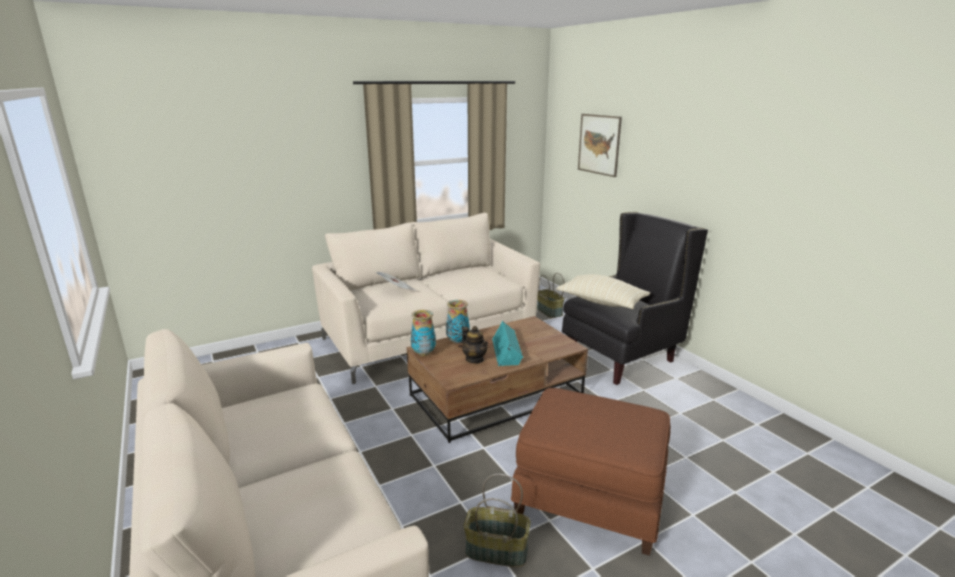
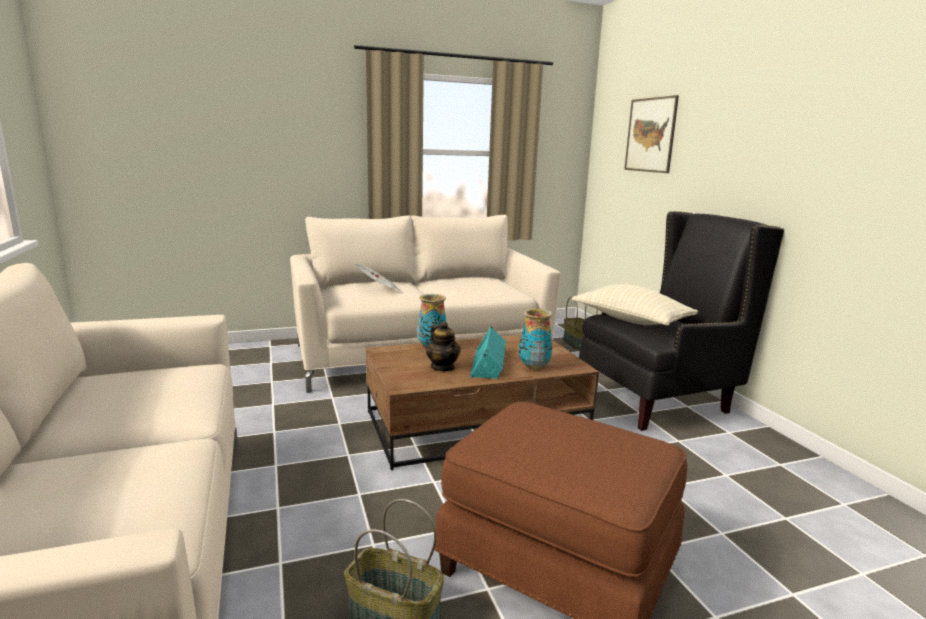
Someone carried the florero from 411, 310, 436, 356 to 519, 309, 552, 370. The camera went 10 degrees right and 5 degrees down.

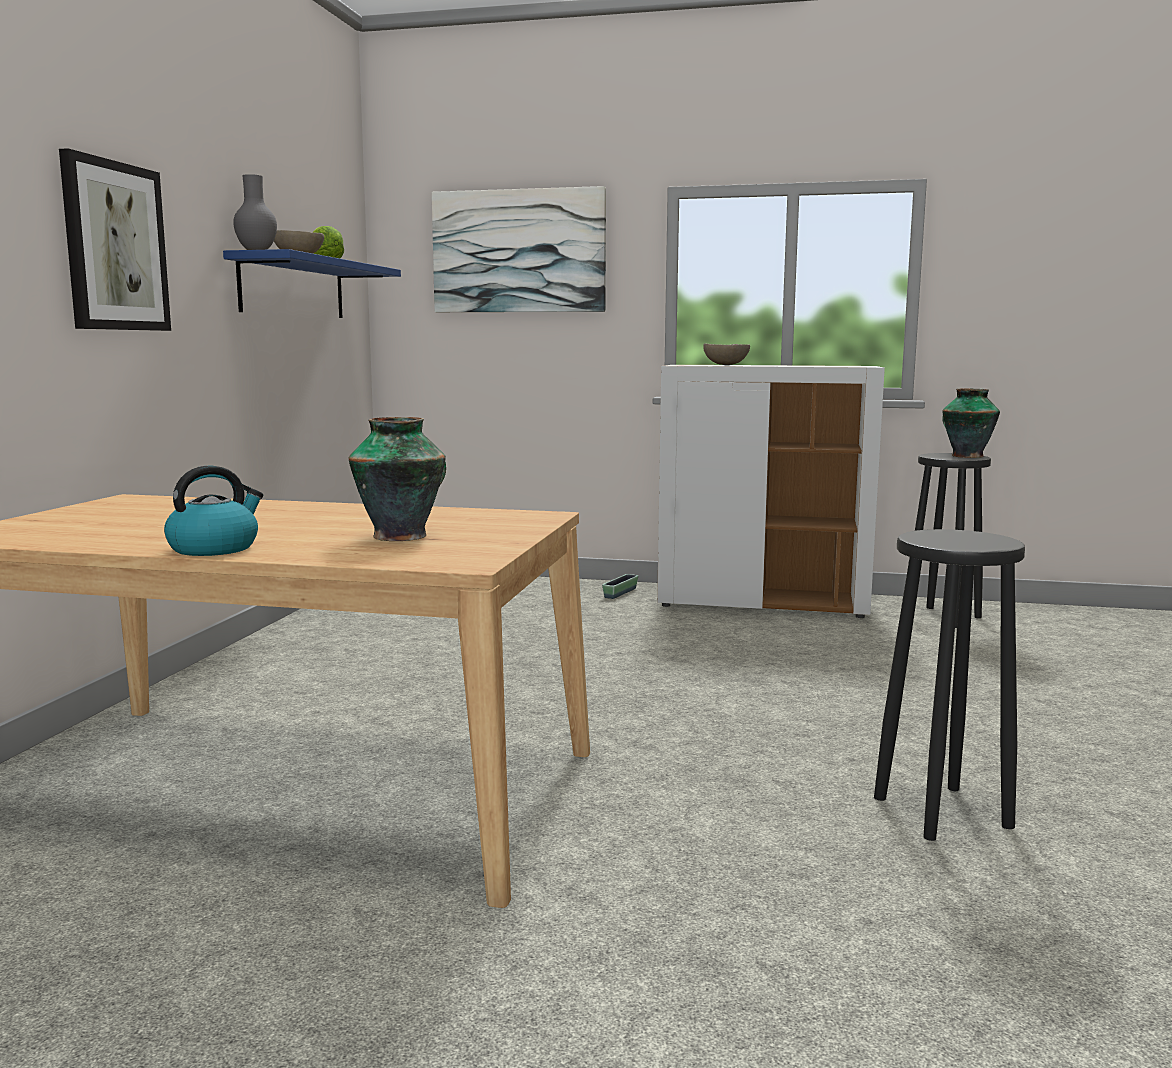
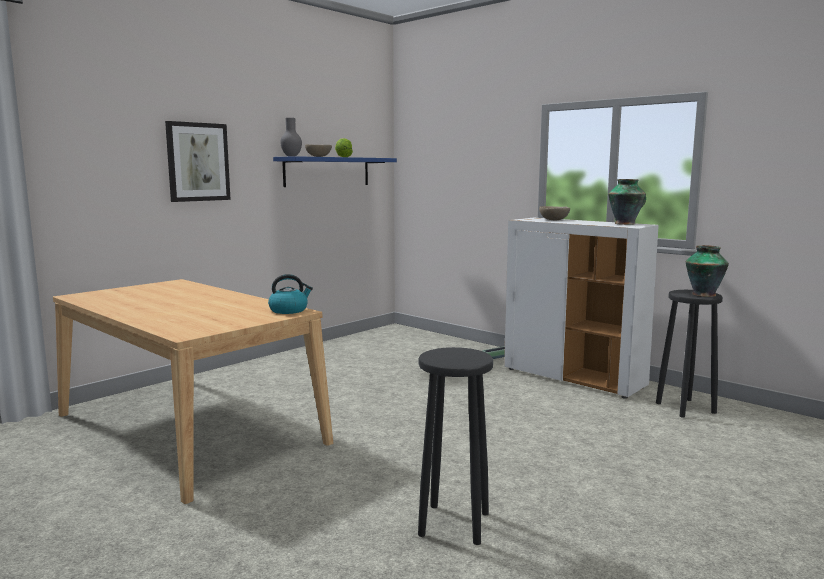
Someone took away the cuadro at 432, 186, 606, 312. Someone carried the florero from 349, 417, 446, 541 to 608, 179, 646, 225. Someone carried the hervidor from 164, 466, 263, 556 to 268, 274, 313, 314. The camera went 30 degrees right and 0 degrees up.

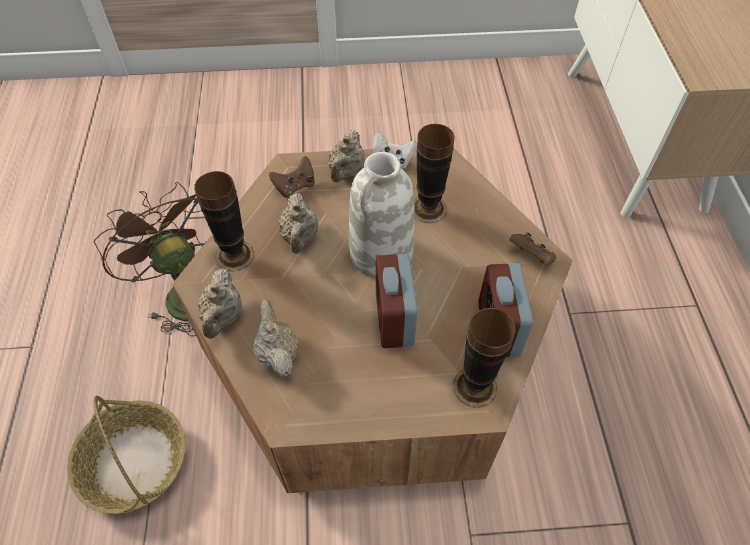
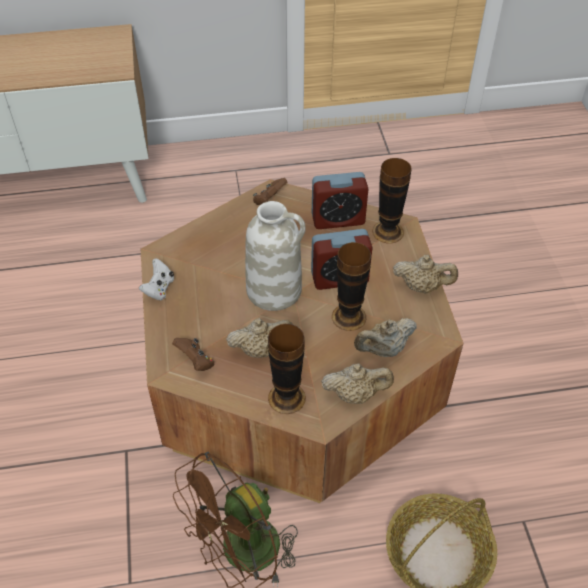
Someone carried the florero from 414, 124, 455, 223 to 332, 242, 371, 331. Someone carried the tetera [beis] from 328, 130, 365, 182 to 393, 255, 458, 294. The camera went 95 degrees left and 5 degrees down.

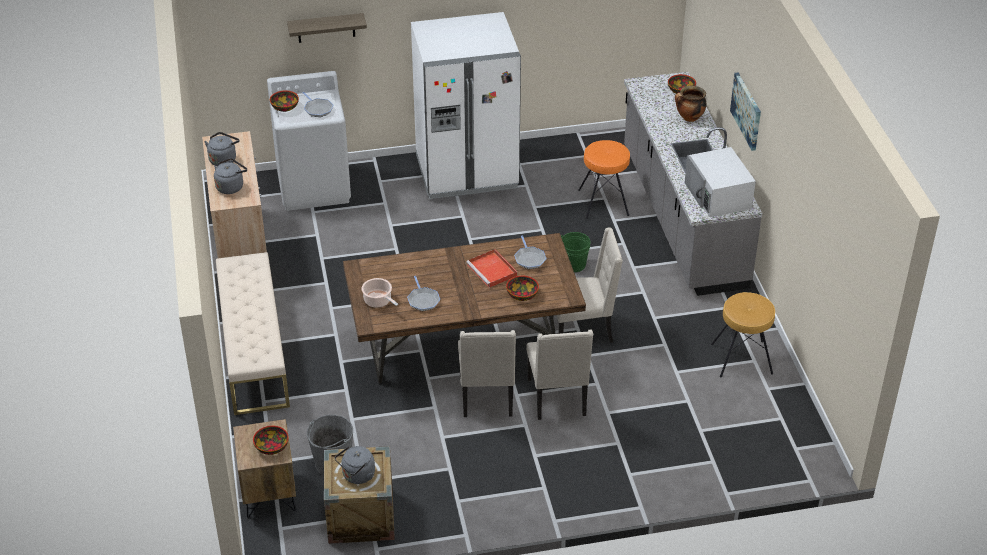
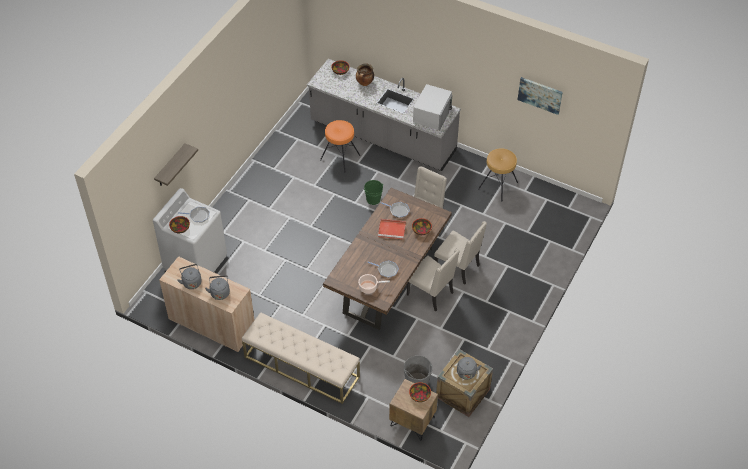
Someone took away the nevera [blanco] at 411, 12, 521, 199. Someone carried the cuadro from 730, 72, 761, 151 to 518, 77, 563, 115. Someone rotated the microondas [blanco] at 685, 147, 756, 217 by 90 degrees counterclockwise. The camera went 50 degrees left and 10 degrees up.

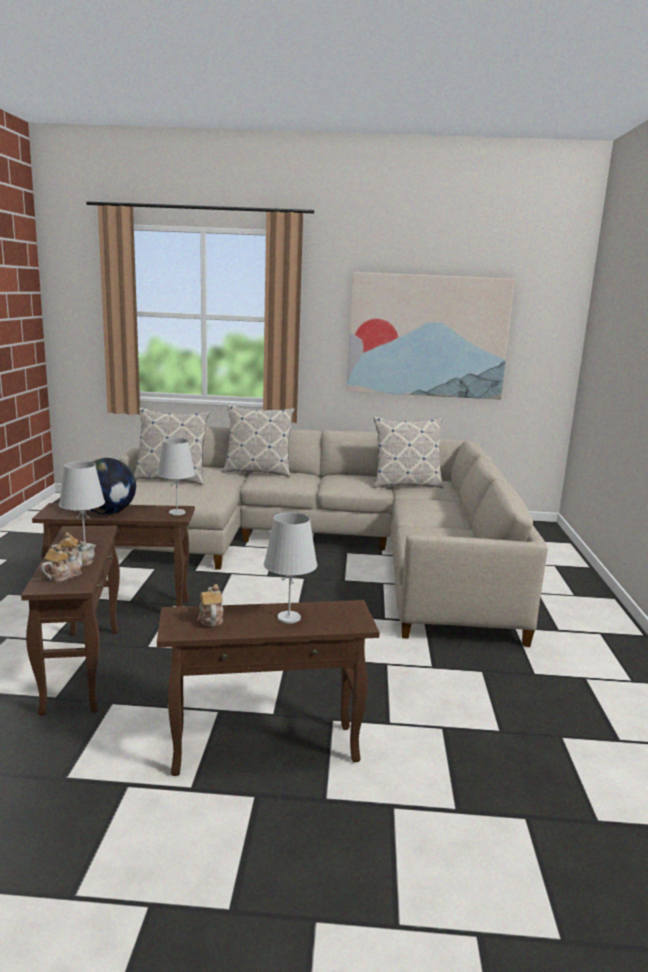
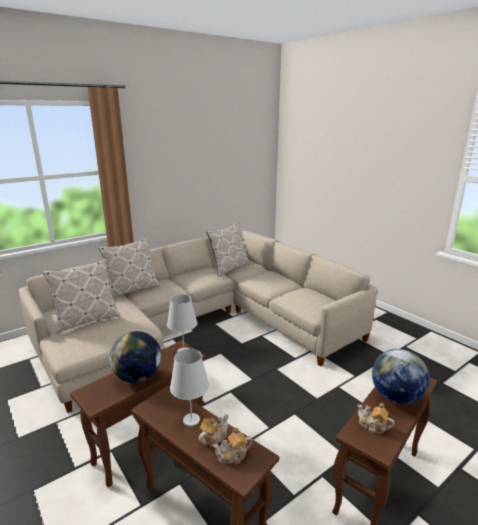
Someone took away the cuadro at 347, 272, 515, 400. Someone swapped the lámpara de mesa [blanco] at 264, 512, 317, 623 for the globo terráqueo at 372, 349, 430, 405. Someone rotated the tetera at 41, 545, 84, 582 by 105 degrees counterclockwise. The camera went 40 degrees left and 5 degrees up.

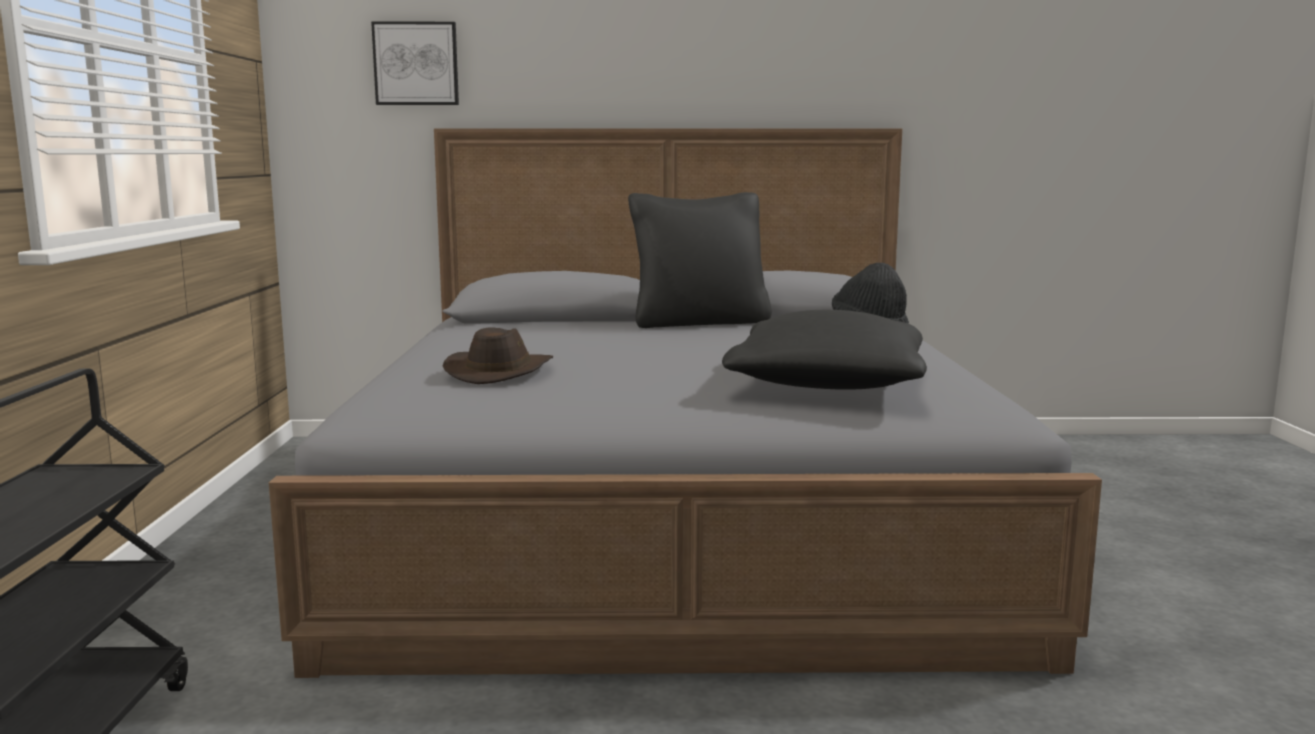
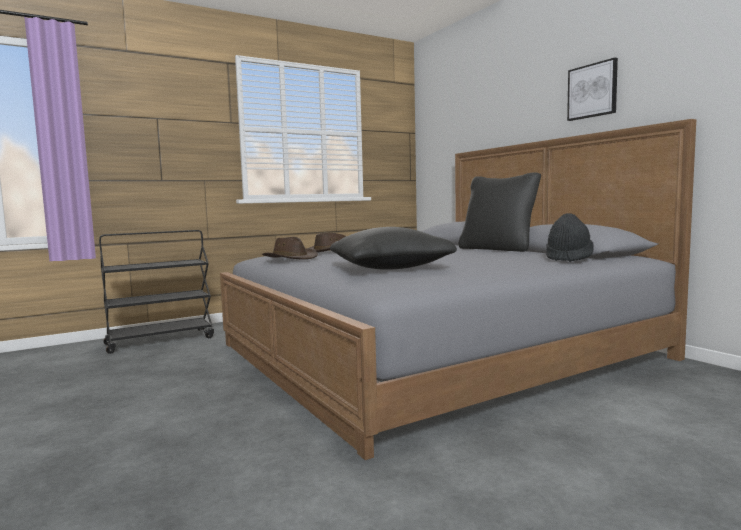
Someone carried the cuadro from 371, 22, 459, 105 to 567, 58, 618, 121. Someone put down the sombrero [marrón] at 262, 237, 318, 260. The camera went 60 degrees right and 5 degrees down.

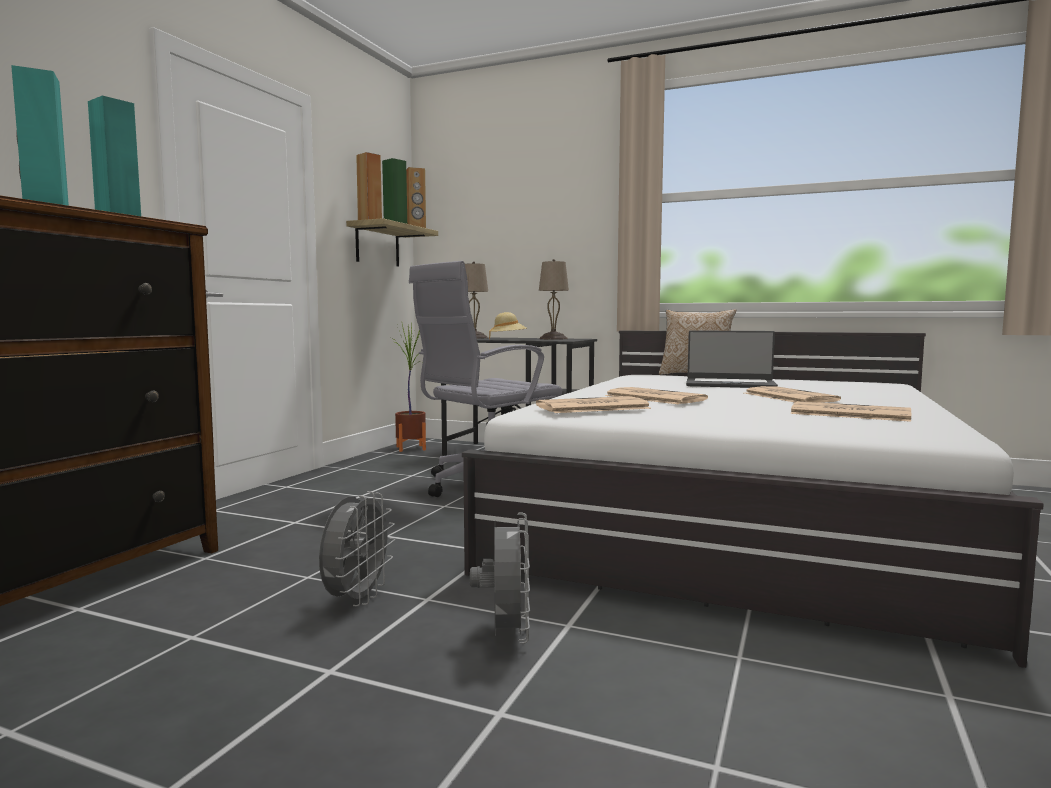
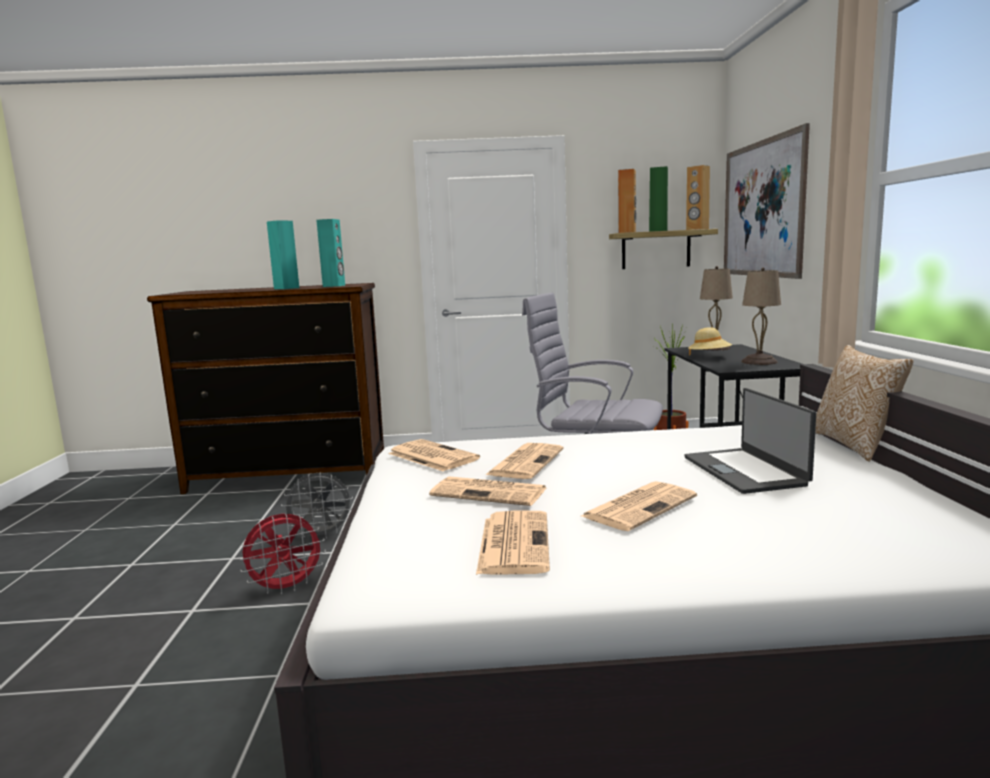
Someone repainted the ventilador [gris] at 470, 513, 530, 644, which became the ventilador [rojo] at 239, 514, 326, 595. Someone put up the cuadro at 724, 123, 810, 279. Someone put down the periódico at 429, 476, 546, 506. The camera went 65 degrees right and 5 degrees up.

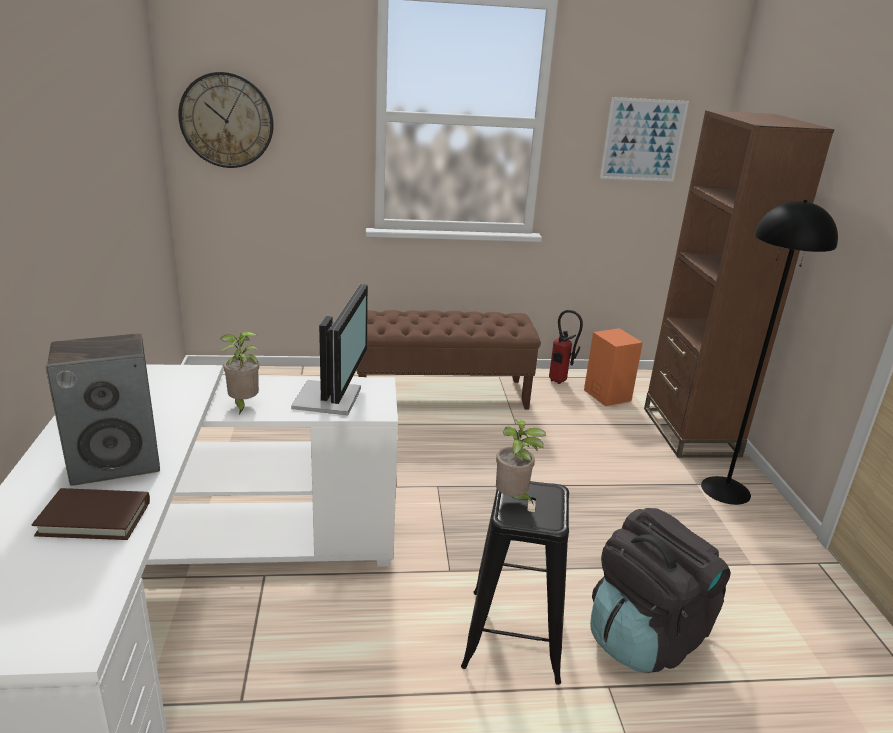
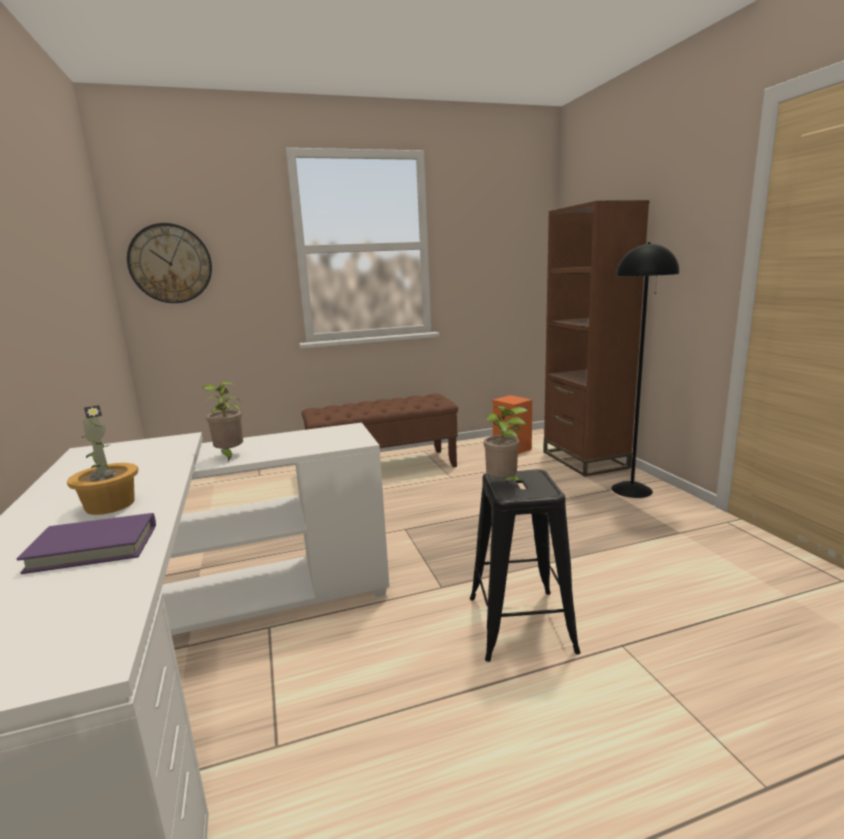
Someone took away the cuadro at 600, 97, 689, 181. Someone took away the monitor at 291, 284, 368, 415. Someone took away the extintor at 549, 310, 583, 384. Someone swapped the altavoz at 46, 333, 160, 486 for the planta en maceta at 67, 405, 138, 515. Someone repainted the libro [marrón] at 32, 488, 150, 540, which became the libro [morado] at 17, 513, 156, 574. Someone took away the mochila [negro] at 590, 508, 731, 673. The camera went 10 degrees left and 10 degrees down.

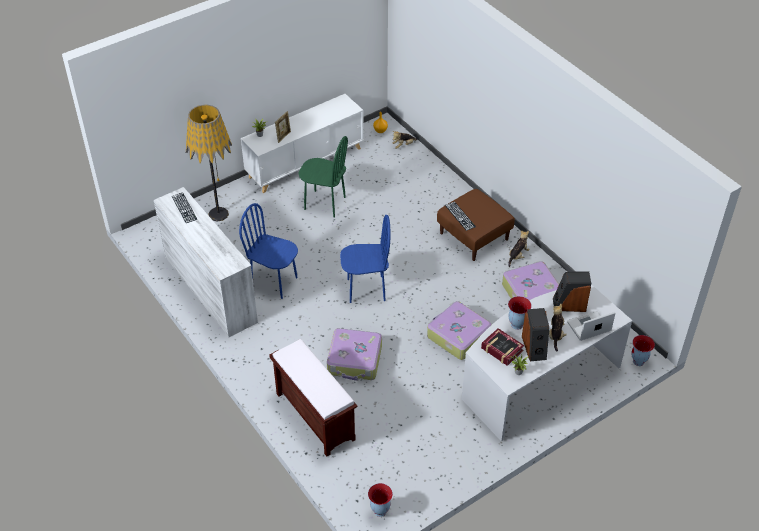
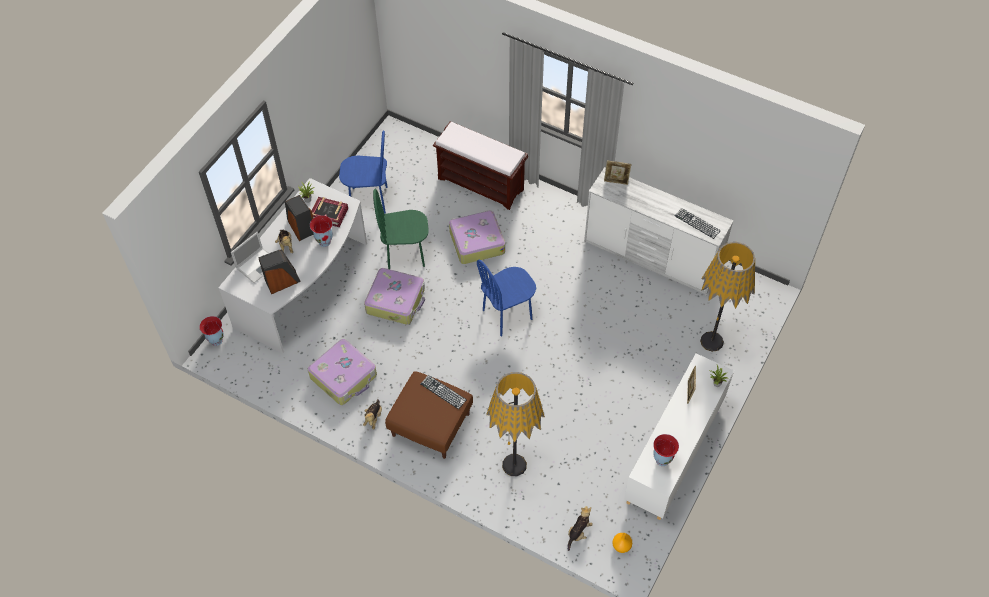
Someone carried the silla [verde] from 299, 136, 348, 218 to 373, 189, 429, 269. Someone carried the silla [azul] from 239, 203, 298, 299 to 339, 130, 388, 213. Someone carried the florero from 368, 483, 393, 517 to 653, 434, 679, 466. Someone put down the portarretratos at 604, 160, 631, 185. Someone put down the lámpara de pie at 486, 372, 545, 476. The camera went 155 degrees right and 10 degrees up.

